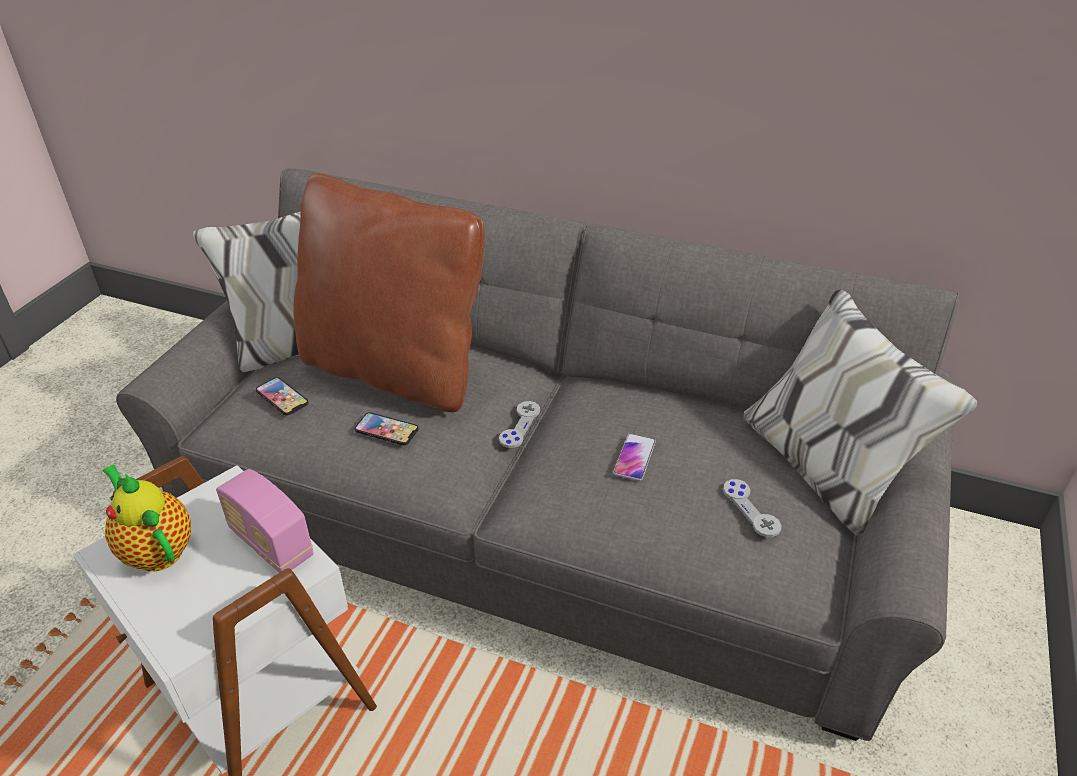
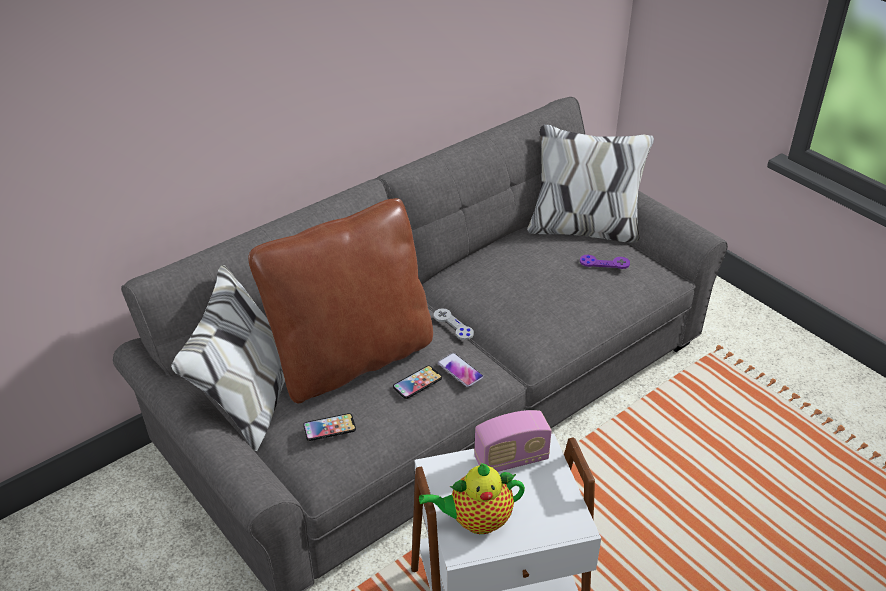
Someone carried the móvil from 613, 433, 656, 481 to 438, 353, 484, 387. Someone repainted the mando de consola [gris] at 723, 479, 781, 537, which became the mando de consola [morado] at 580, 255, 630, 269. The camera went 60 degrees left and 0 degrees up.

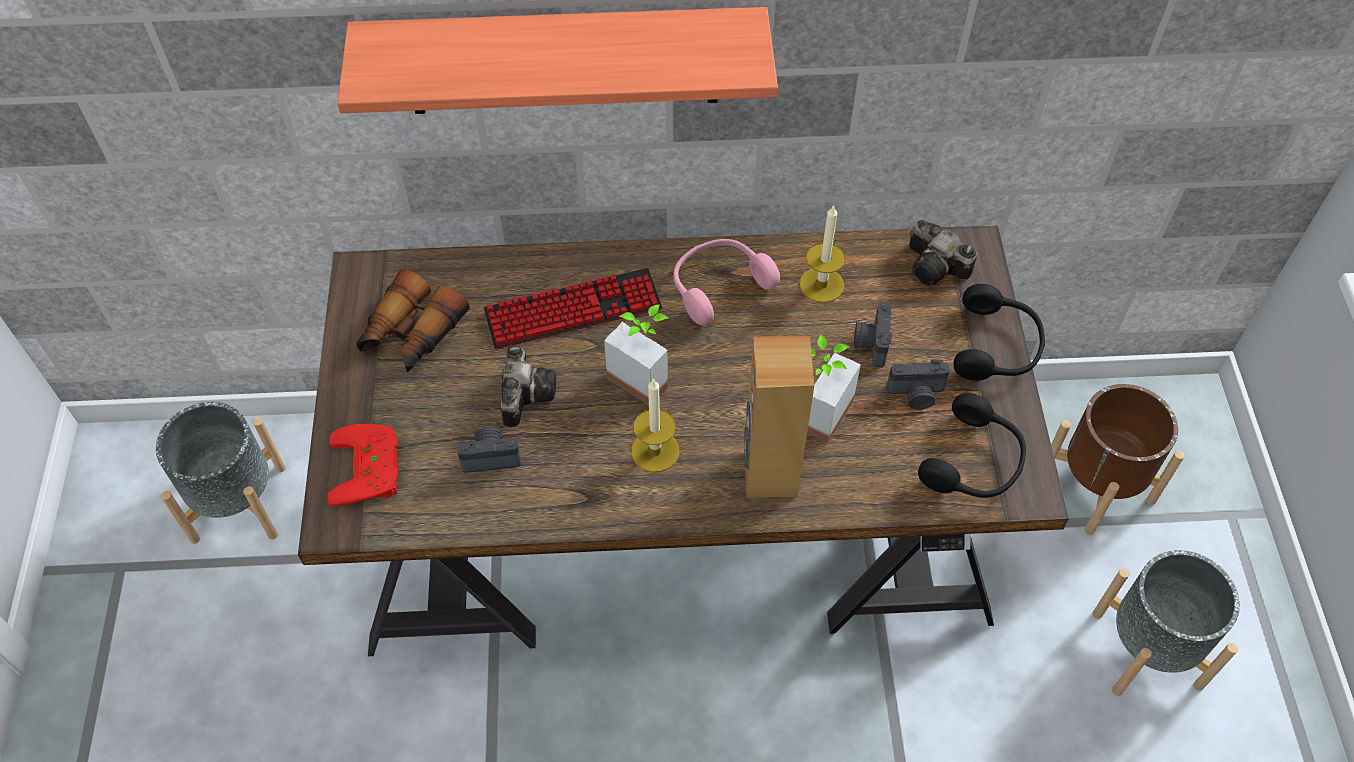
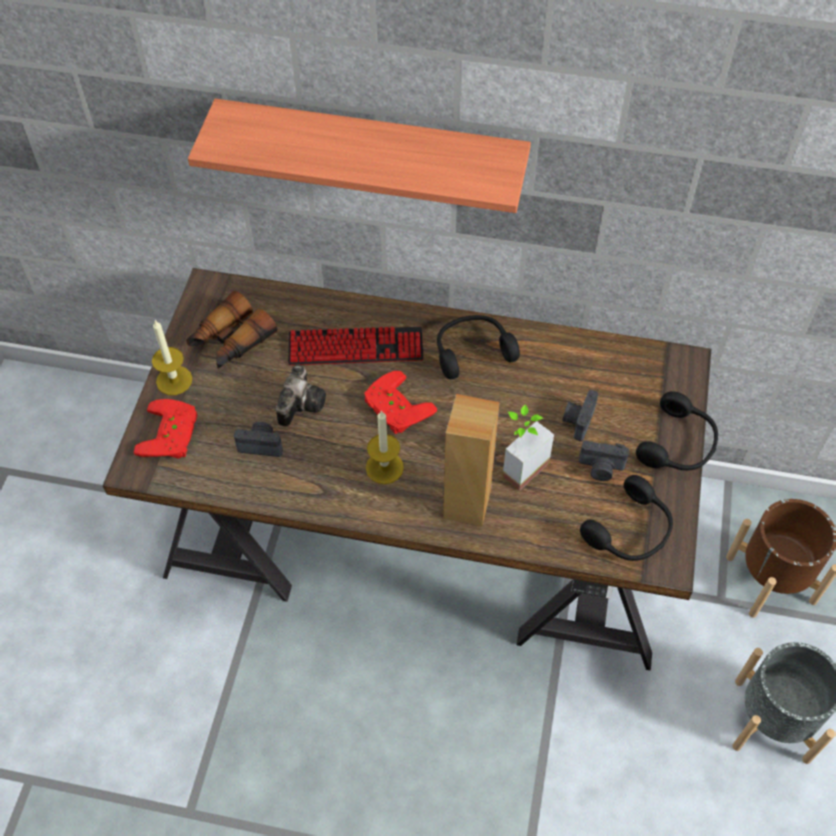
Someone carried the vela from 799, 205, 845, 303 to 152, 320, 192, 395. Someone took away the cámara at 909, 219, 977, 285. Someone repainted the auriculares [rosa] at 673, 239, 780, 325, which became the auriculares [negro] at 437, 315, 520, 379. Someone swapped the planta en maceta at 604, 304, 668, 405 for the mando de consola [rojo] at 364, 371, 437, 434. Someone took away the maceta [gris] at 156, 402, 286, 544. The camera went 15 degrees right and 0 degrees up.

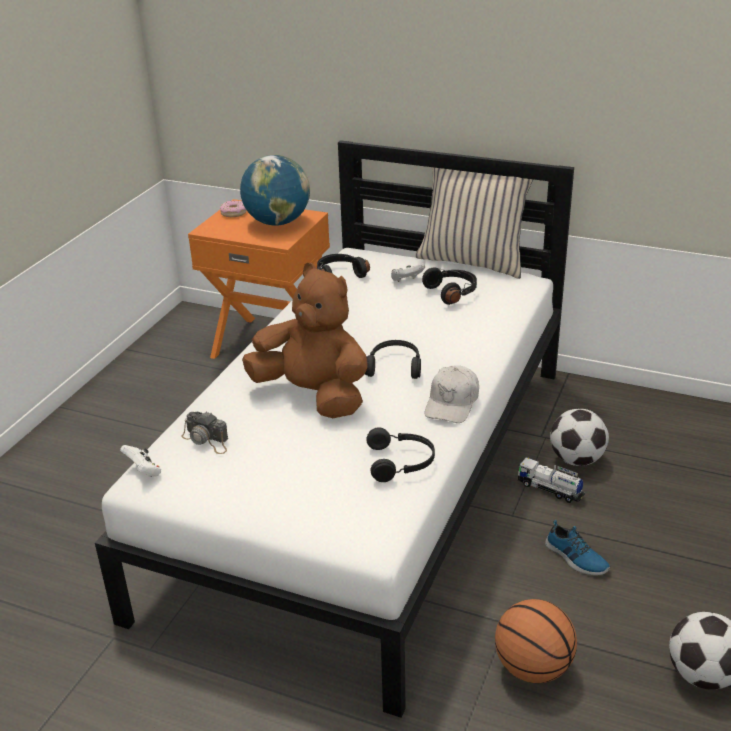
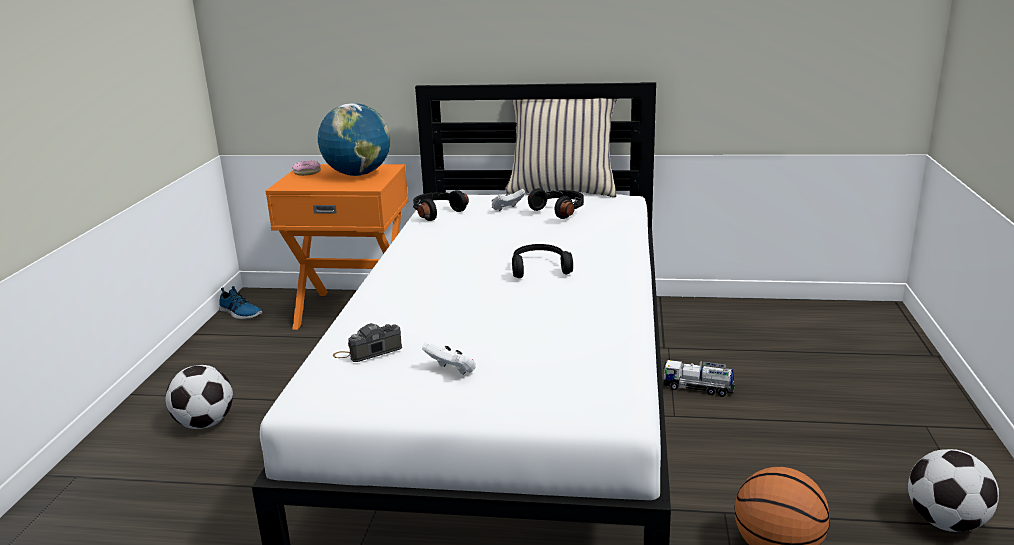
Someone took away the peluche [marrón] at 242, 263, 368, 418. Someone took away the gorra [blanco] at 424, 365, 479, 423. Someone carried the balón de fútbol from 550, 409, 609, 466 to 166, 365, 233, 429. Someone rotated the cámara at 181, 411, 228, 454 by 135 degrees clockwise. Someone took away the auriculares [negro] at 366, 427, 435, 482. Someone carried the mando de consola [blanco] from 120, 445, 161, 477 to 422, 342, 476, 374. Someone carried the zapato from 545, 520, 610, 575 to 219, 286, 263, 319. The camera went 15 degrees left and 10 degrees down.

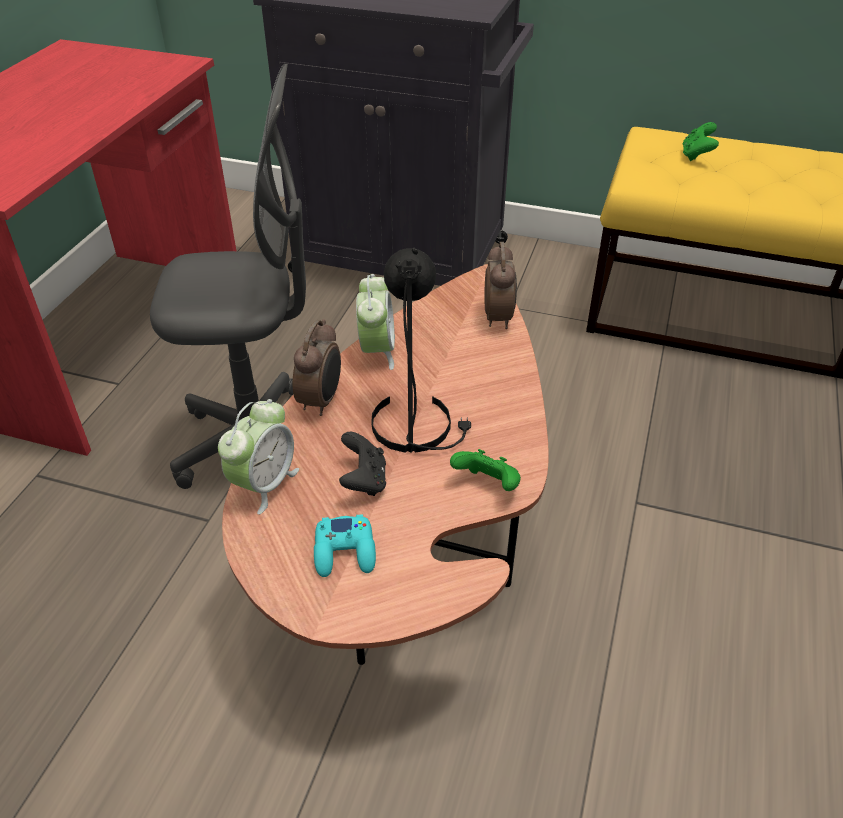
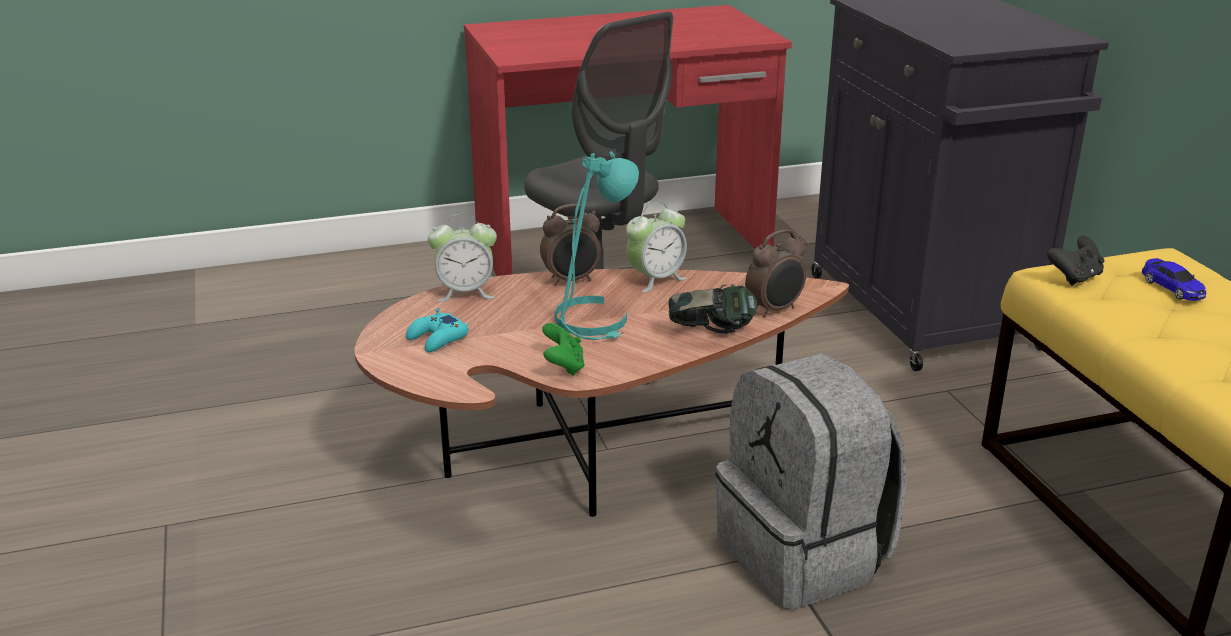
Someone swapped the mando de consola [verde] at 683, 122, 719, 161 for the coche de juguete at 1142, 258, 1206, 301. Someone repainted the lámpara de mesa [negro] at 371, 248, 471, 453, which became the lámpara de mesa [turquesa] at 554, 151, 639, 340. Someone carried the mando de consola [negro] from 339, 432, 386, 496 to 1047, 236, 1104, 286. Someone put down the auriculares at 668, 284, 758, 334. Someone put down the mochila [gris] at 715, 353, 906, 609. The camera went 55 degrees right and 15 degrees down.

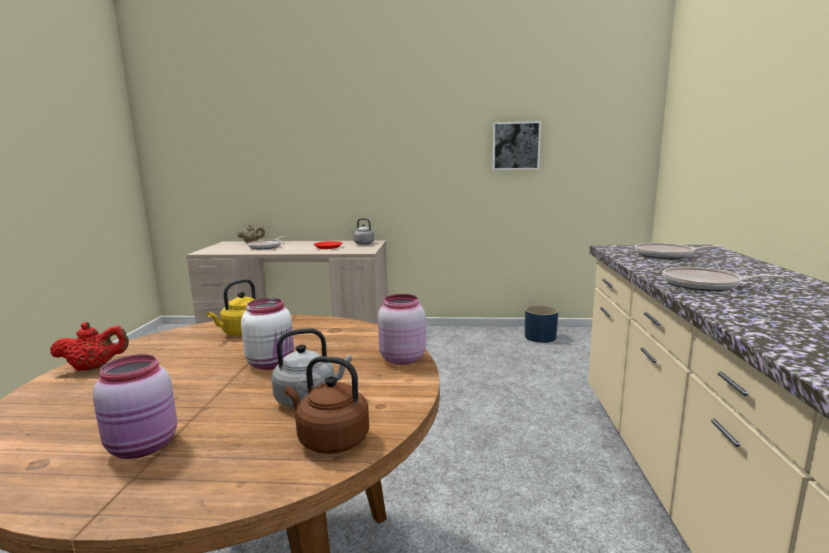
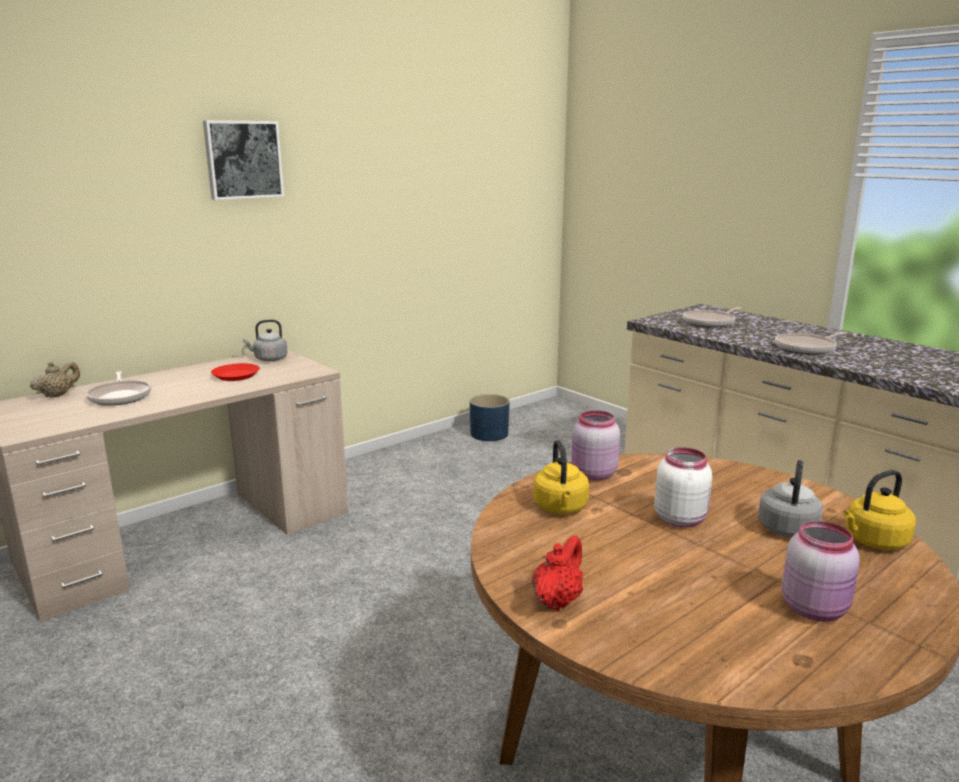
Someone carried the cuadro from 492, 121, 541, 170 to 203, 120, 284, 200. Someone carried the tarro [rosa] from 378, 294, 426, 365 to 571, 410, 620, 480. Someone repainted the hervidor [marrón] at 285, 356, 369, 454, which became the hervidor [amarillo] at 843, 470, 916, 550. The camera went 45 degrees left and 5 degrees up.

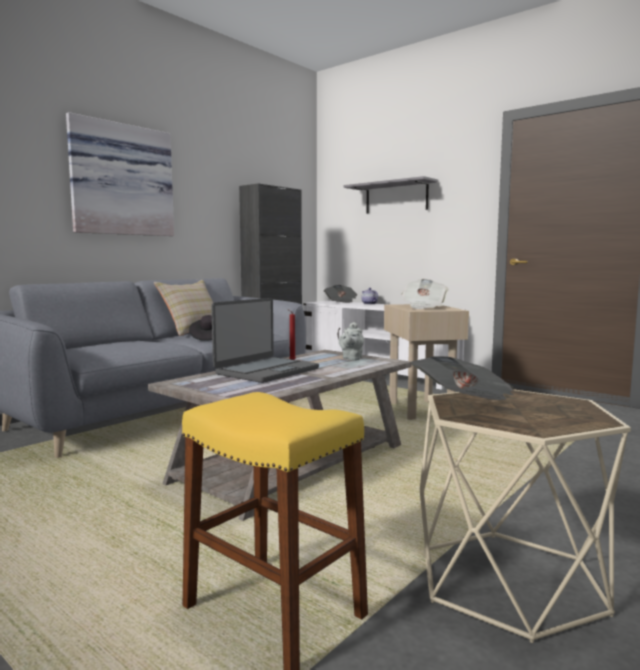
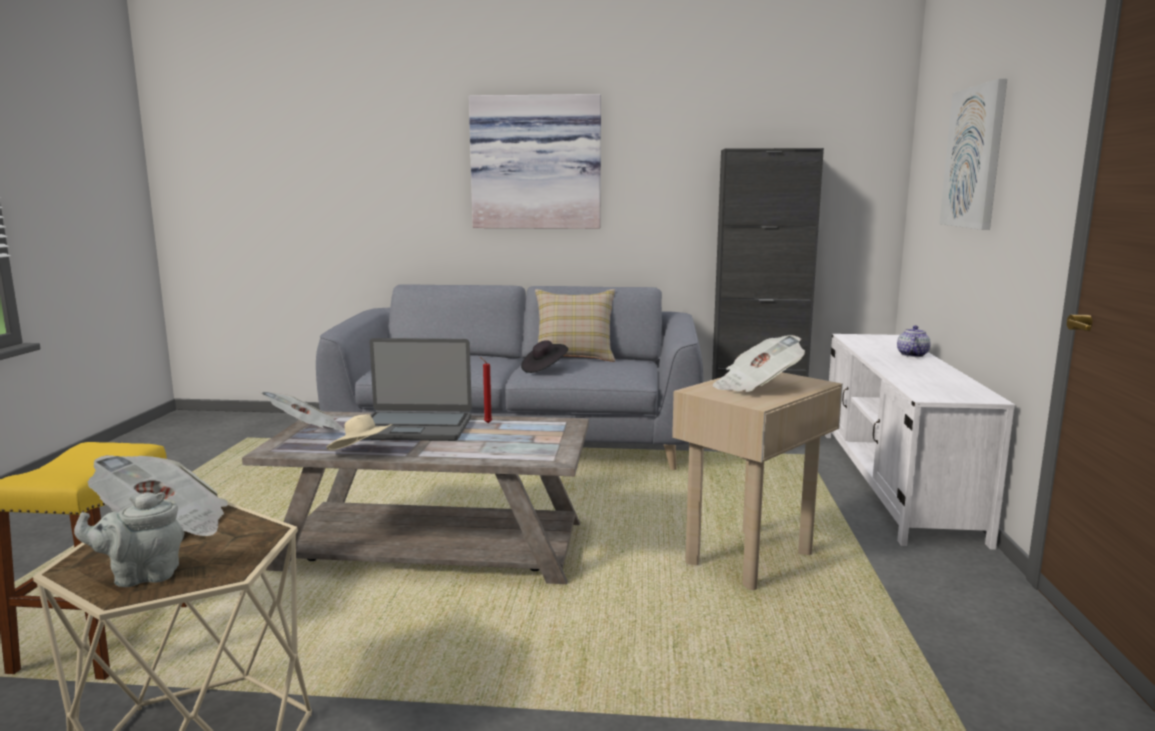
Someone swapped the estante [gris] at 343, 176, 439, 214 for the cuadro at 939, 79, 1007, 230. Someone carried the periódico from 324, 285, 357, 303 to 259, 391, 345, 431. Someone carried the tetera [gris] from 339, 322, 364, 361 to 74, 492, 184, 587. Someone put down the sombrero [beis] at 326, 414, 392, 450. The camera went 55 degrees right and 5 degrees up.

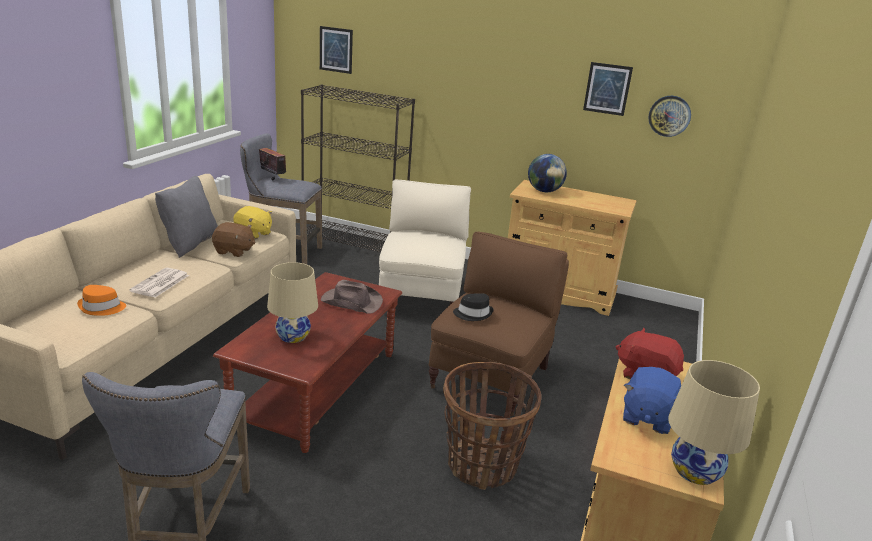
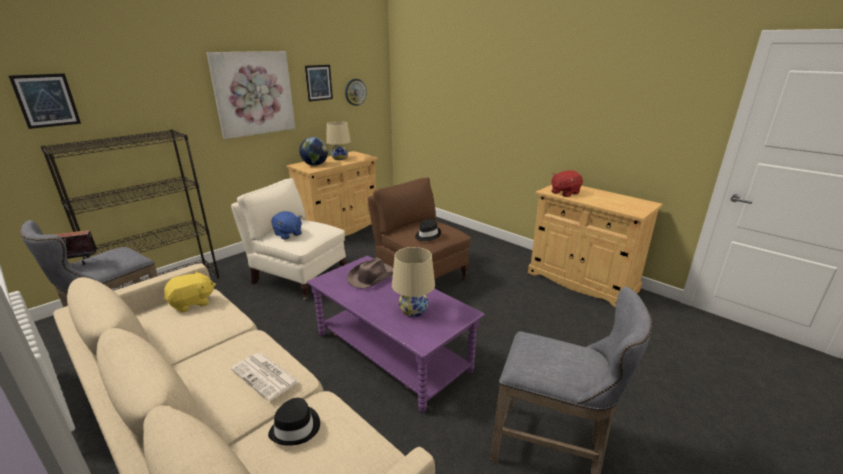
Someone took away the cojín [gris] at 155, 176, 218, 258. Someone took away the peluche [marrón] at 212, 222, 255, 257. Someone repainted the mesa de centro [marrón] at 213, 272, 402, 453, which became the mesa de centro [morado] at 307, 256, 485, 413. Someone repainted the sombrero [naranja] at 77, 285, 126, 316, which became the sombrero [negro] at 268, 398, 320, 446. Someone carried the lámpara de mesa [beis] from 668, 360, 760, 485 to 326, 121, 351, 160. Someone took away the cesta at 443, 362, 542, 490. Someone carried the peluche [azul] from 623, 367, 681, 434 to 272, 211, 302, 240. Someone put up the cuadro at 206, 51, 295, 139. The camera went 65 degrees left and 0 degrees up.

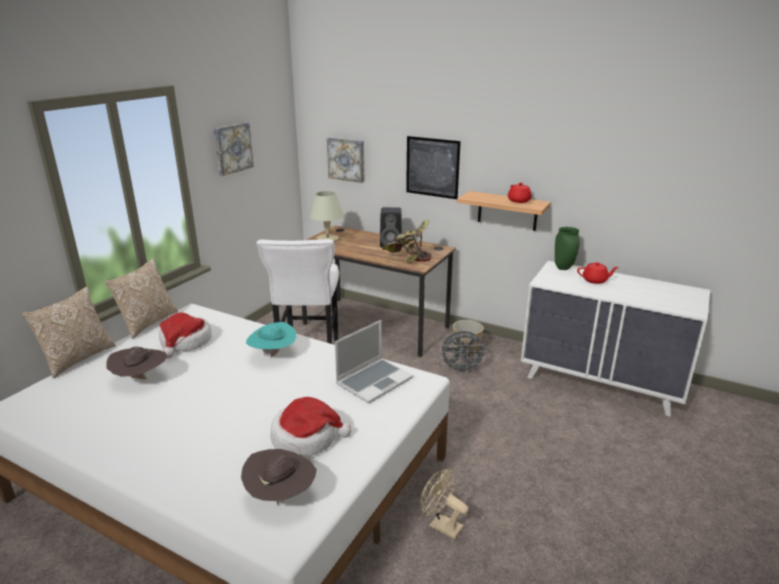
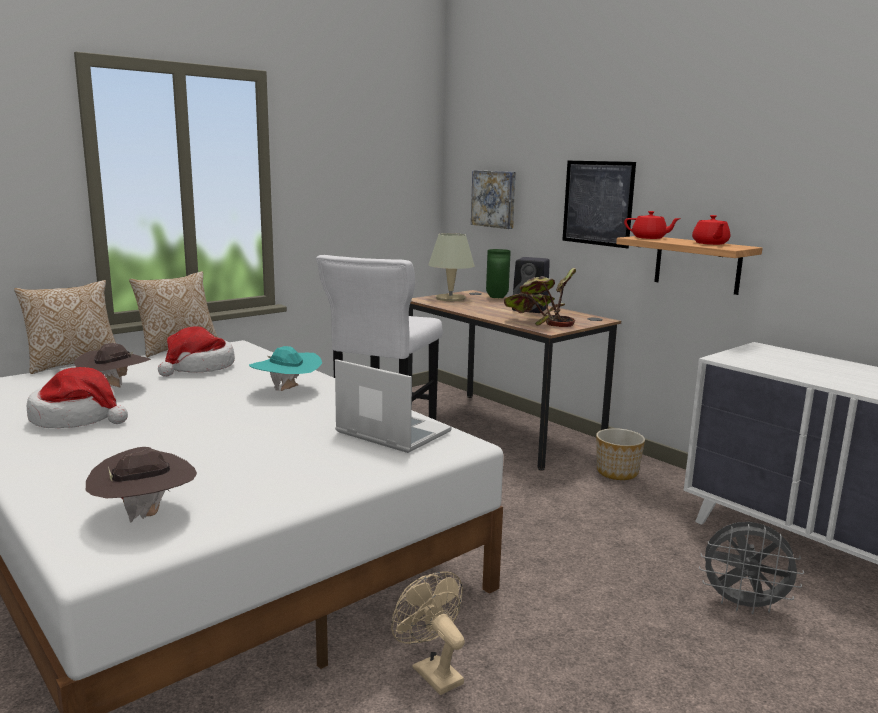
Someone took away the cuadro at 214, 122, 254, 176. Someone carried the florero [verde] from 555, 227, 580, 270 to 486, 249, 511, 298. Someone carried the tetera [rojo] from 577, 262, 619, 284 to 624, 211, 681, 239. Someone rotated the portátil at 335, 320, 413, 403 by 120 degrees counterclockwise. Someone carried the ventilador [gris] from 440, 331, 487, 373 to 699, 522, 804, 614. Someone carried the sombrero from 270, 397, 351, 457 to 27, 367, 128, 428. The camera went 20 degrees right and 10 degrees down.

